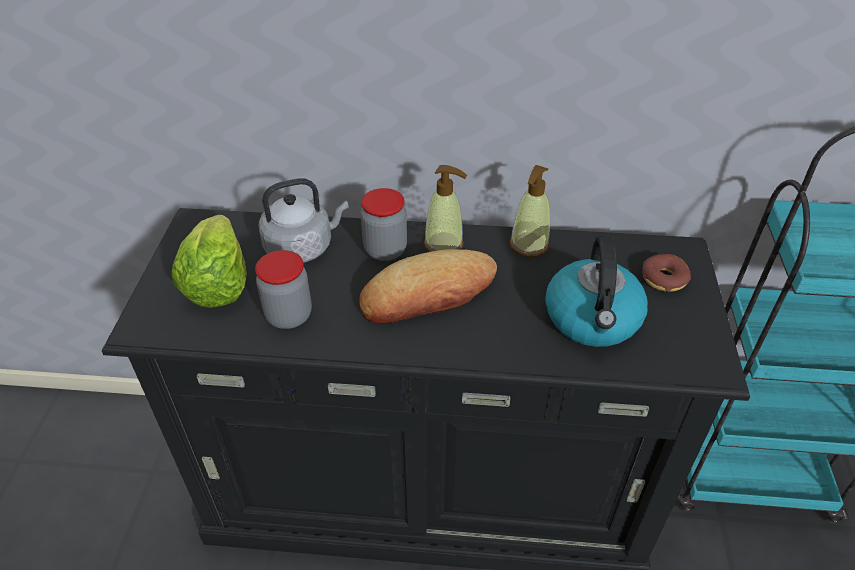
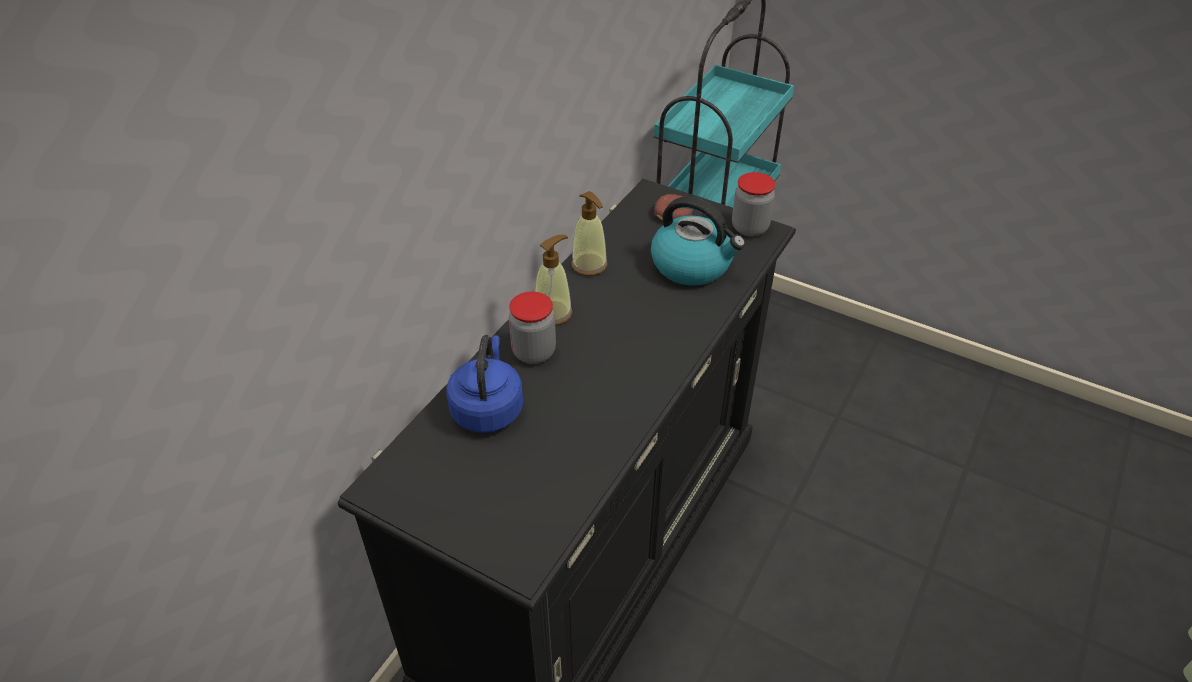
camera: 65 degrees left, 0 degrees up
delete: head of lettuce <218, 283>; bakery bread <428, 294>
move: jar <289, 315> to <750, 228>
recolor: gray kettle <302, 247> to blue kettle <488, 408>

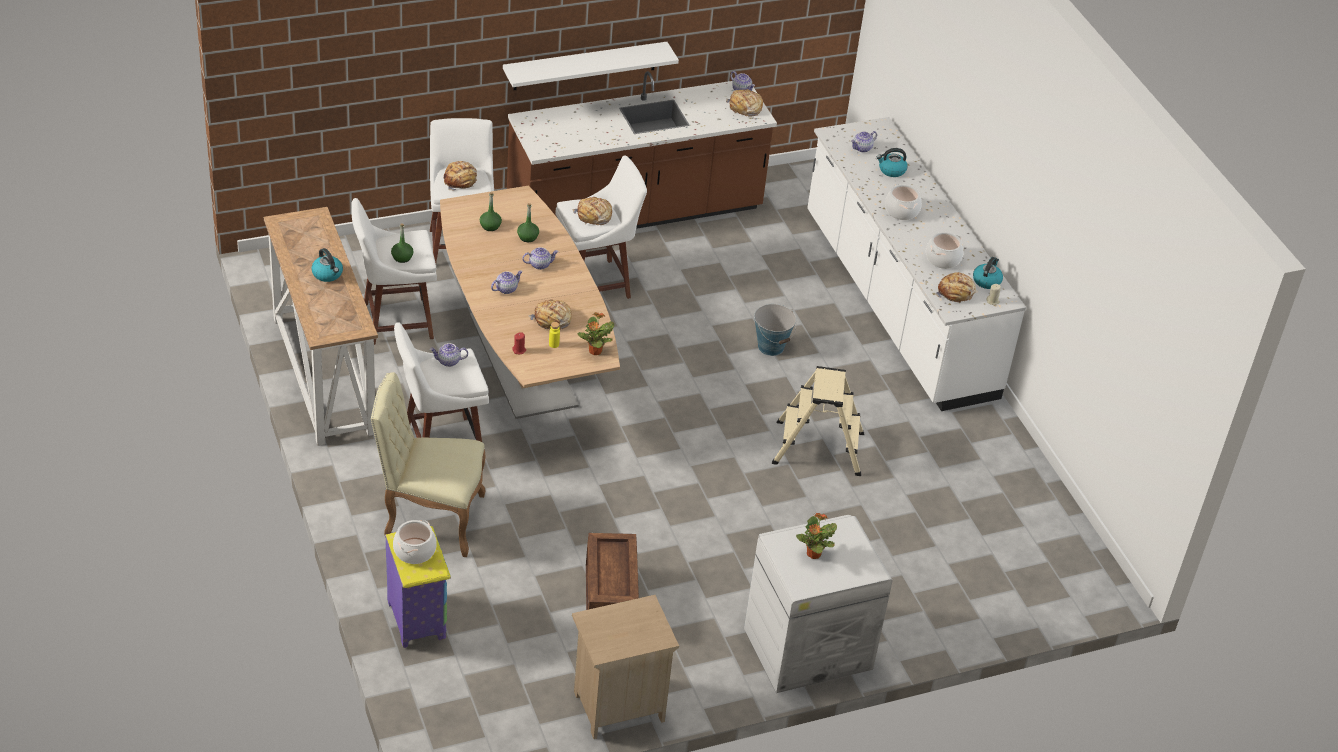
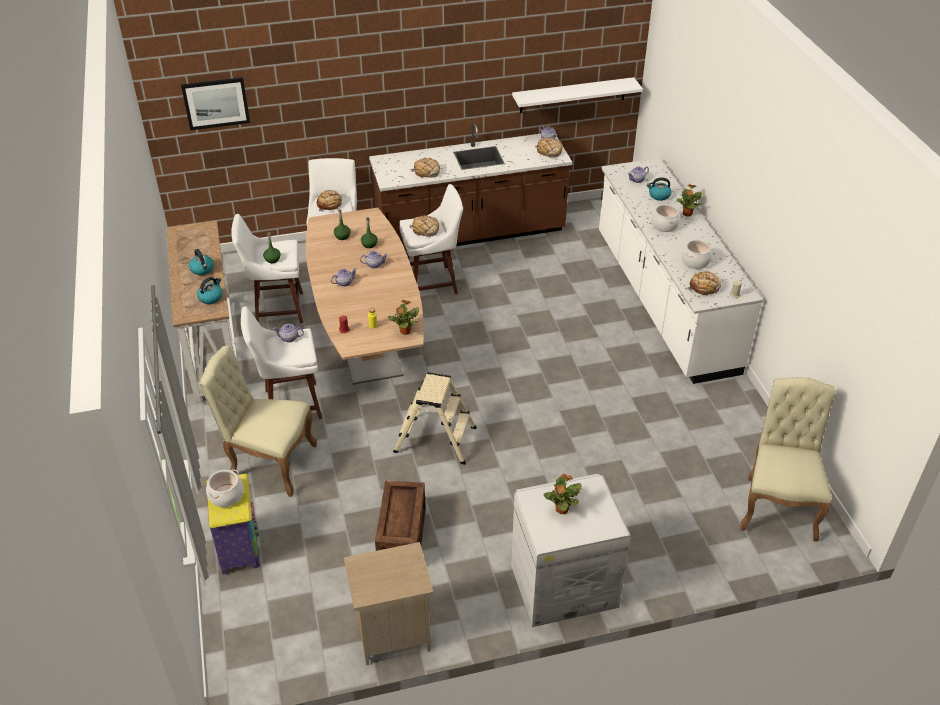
camera: 10 degrees right, 0 degrees up
delete: water bucket <771, 347>
insert: wall picture <216, 103>; houseplant <687, 214>; beige-coloured plain chair <777, 506>
move: whitish shelf <585, 66> to <572, 95>; bakery bread <552, 320> to <426, 172>; beige-coloured step ladder <818, 448> to <435, 439>; kettle <986, 281> to <211, 297>

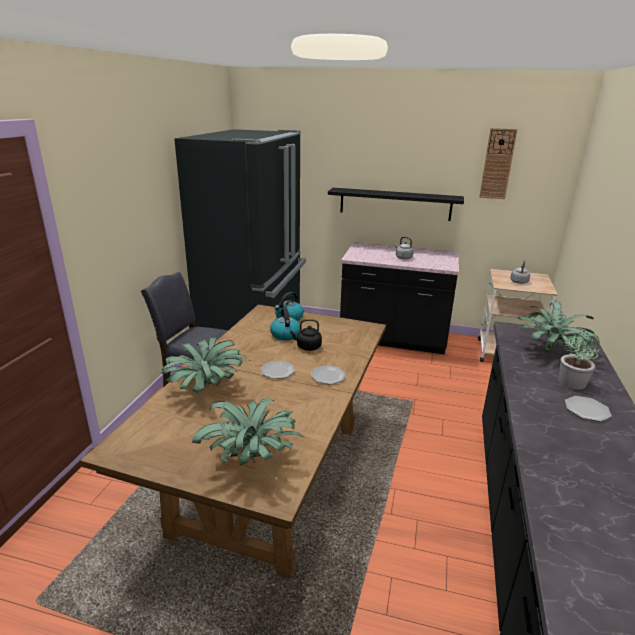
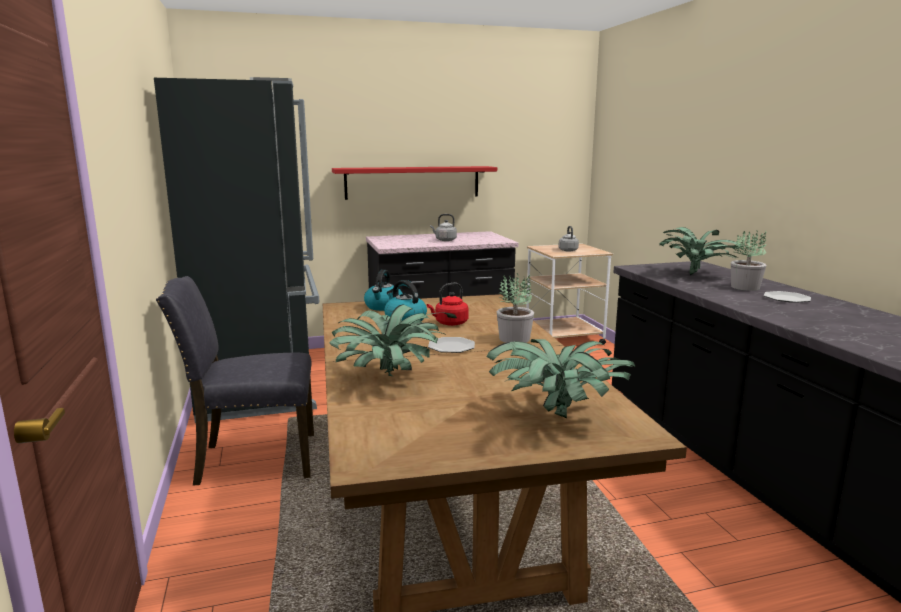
camera: 30 degrees left, 10 degrees down
delete: clock on the wall <497, 164>
replace: dinner plate <328, 376> to houseplant <514, 338>
recolor: black kettle <307, 347> to red-coloured kettle <449, 323>; black shelf <395, 204> to red-coloured shelf <412, 182>

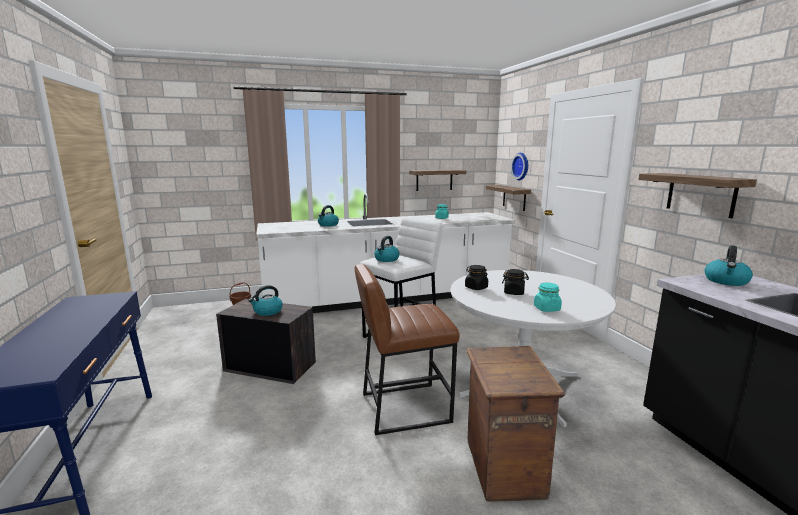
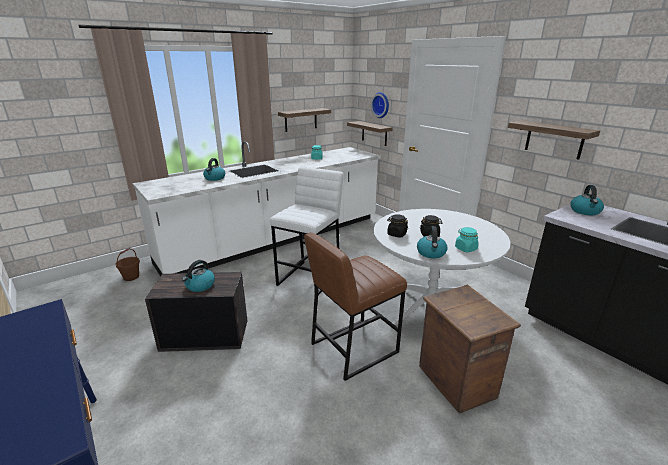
camera: 20 degrees left, 10 degrees up
move: kettle <386, 259> to <431, 253>

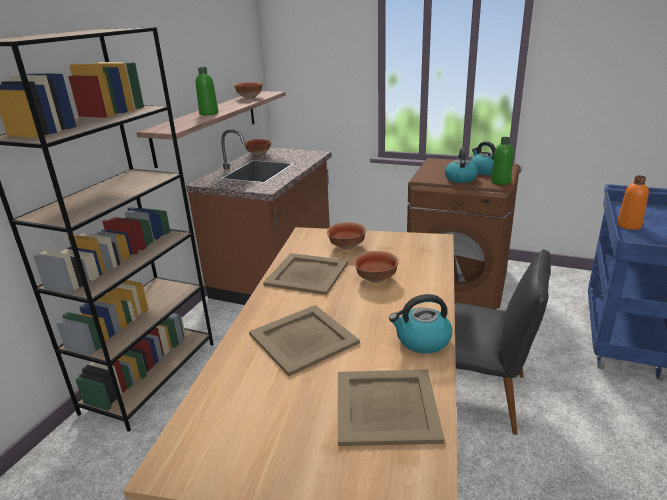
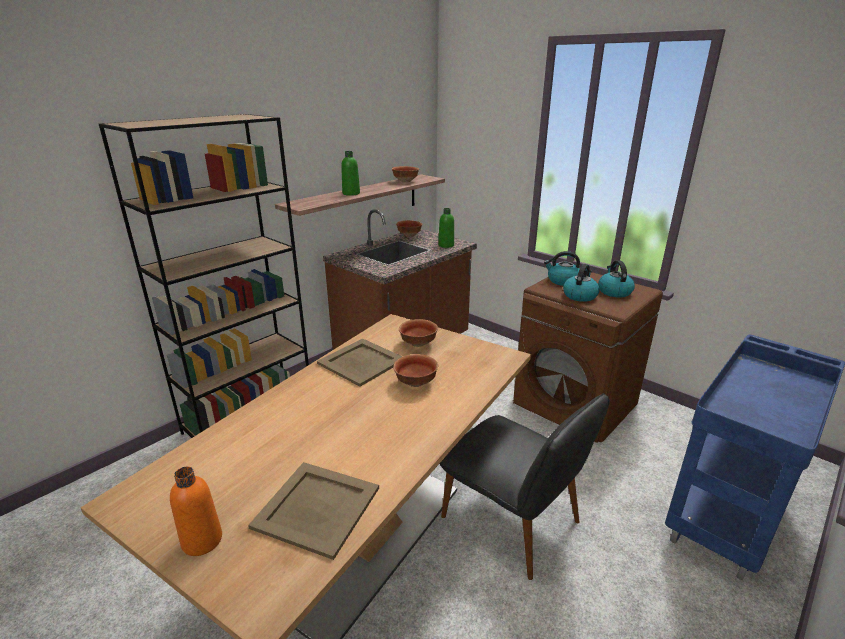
camera: 20 degrees right, 0 degrees up
delete: beige-coloured tray <303, 339>
move: kettle <422, 340> to <562, 281>; greenish beverage bottle <500, 182> to <446, 245>; orange-coloured beverage bottle <629, 225> to <202, 540>

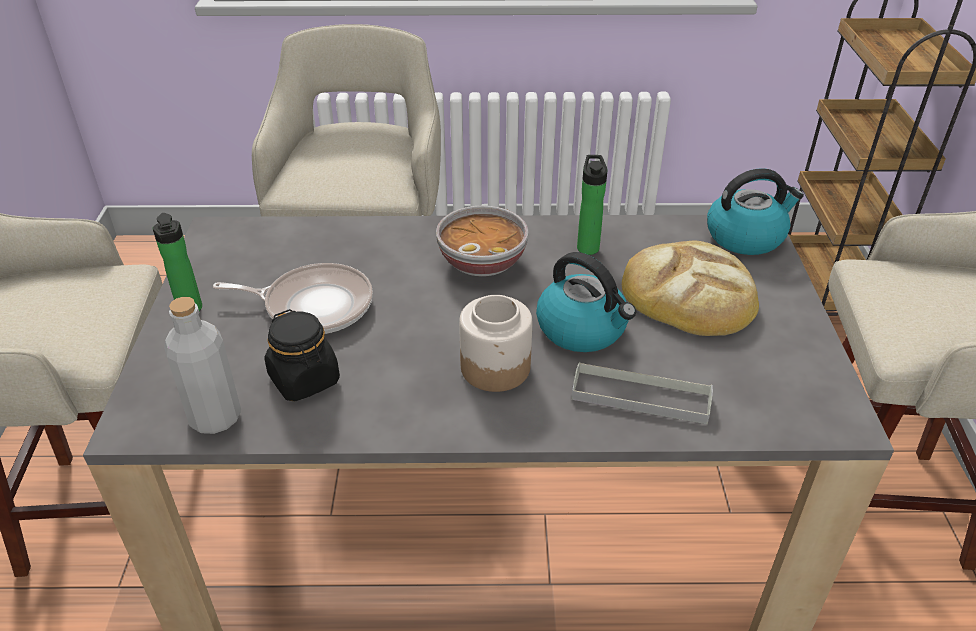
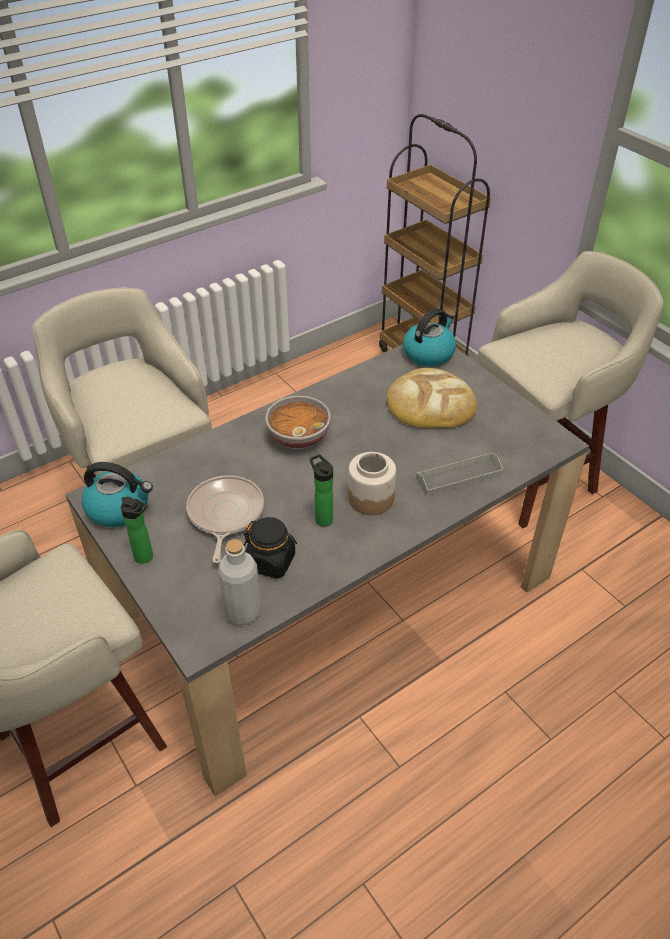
camera: 35 degrees left, 5 degrees up
move: kettle <583, 329> to <119, 508>; beverage bottle <587, 246> to <322, 518>
rotate: skillet <314, 306> = <225, 514> 60 degrees counterclockwise

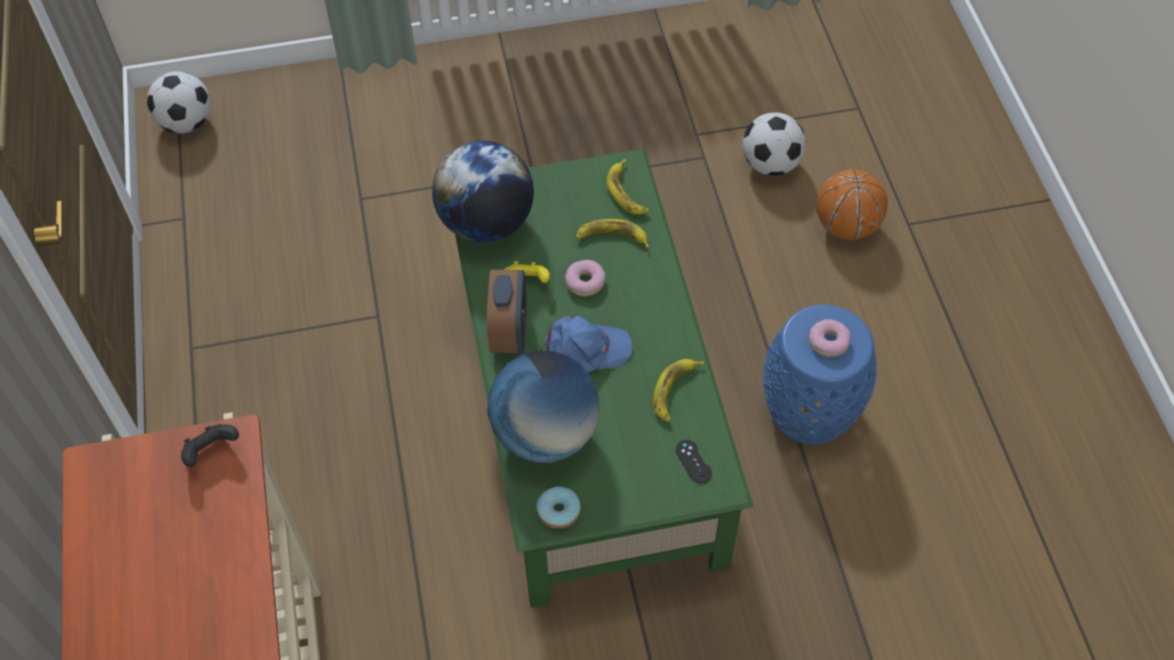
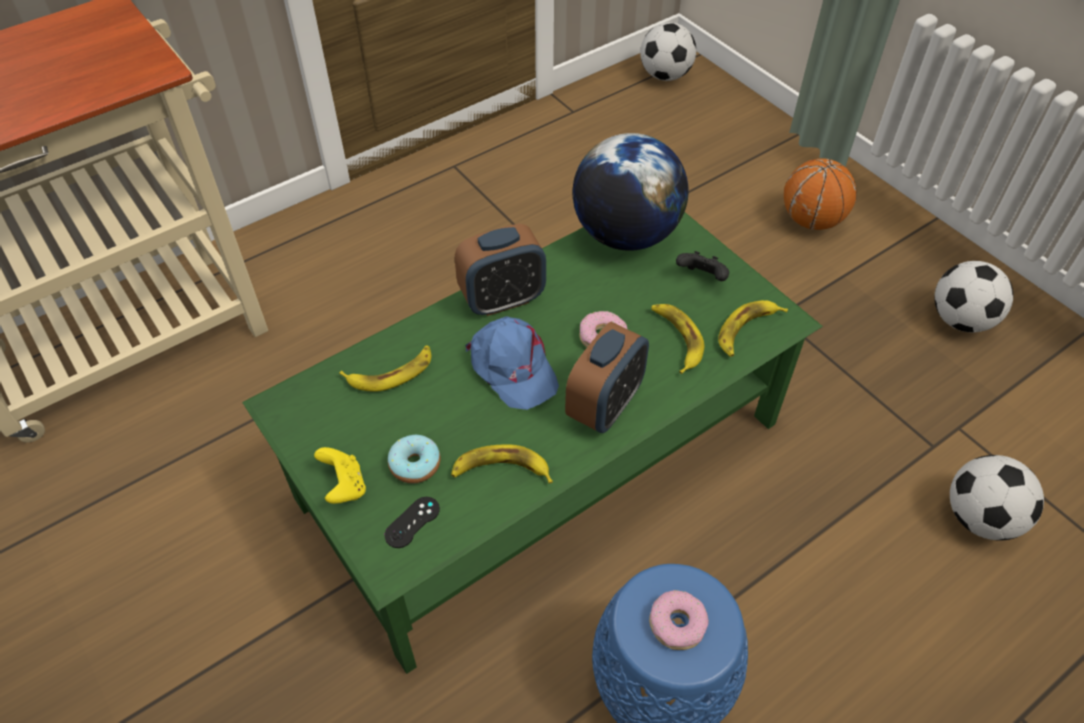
camera: 65 degrees right, 5 degrees down
insert: table clock <605, 405>; ball for football <960, 320>
move: black gamepad <212, 452> to <702, 278>; yellowish gamepad <527, 281> to <344, 486>; donut <558, 511> to <415, 464>; basketball <846, 226> to <811, 220>
replace: world globe <545, 434> to banana fruit <391, 372>

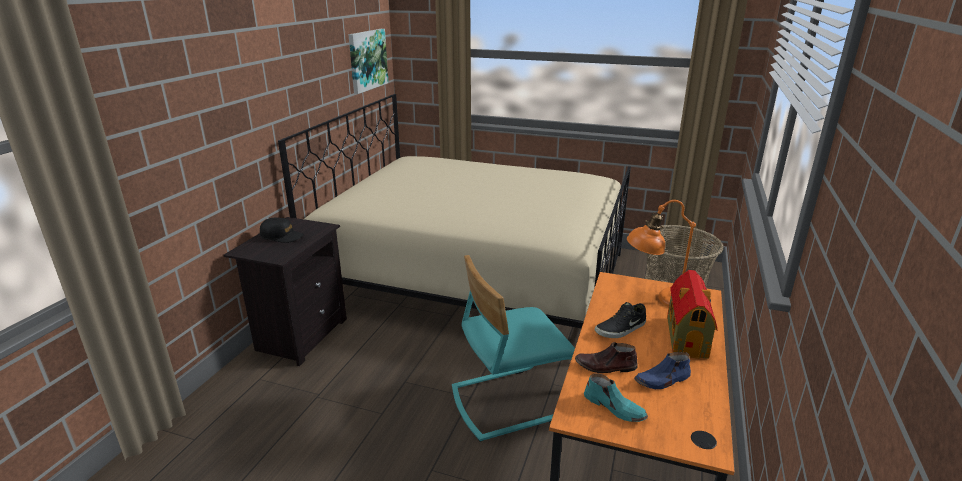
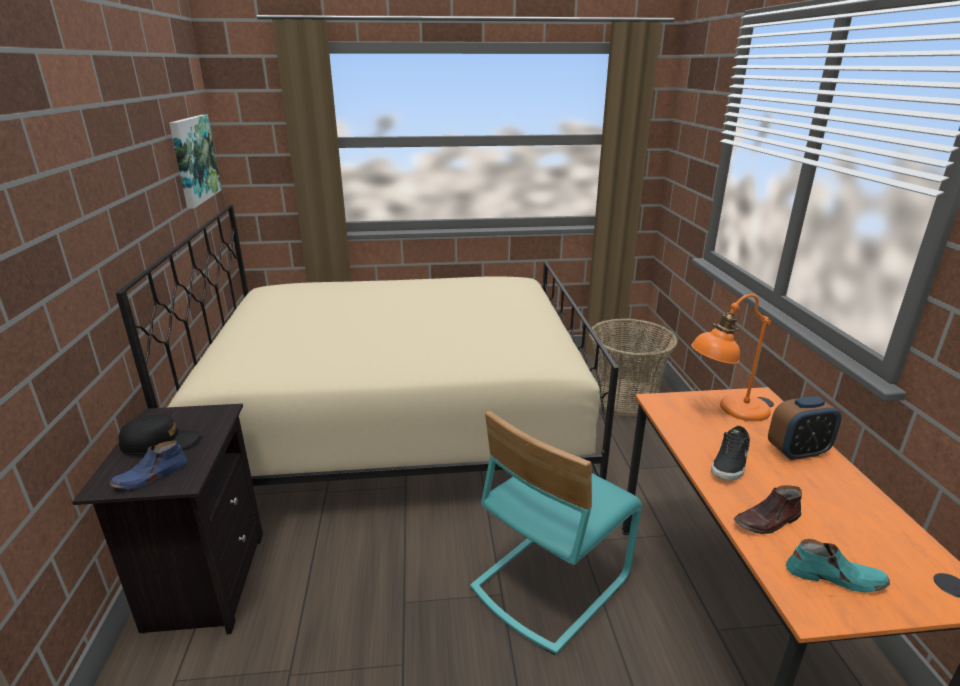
camera: 25 degrees left, 0 degrees up
move: blue item of footwear <662, 380> to <151, 476>
replace: model house <686, 336> to table clock <797, 452>

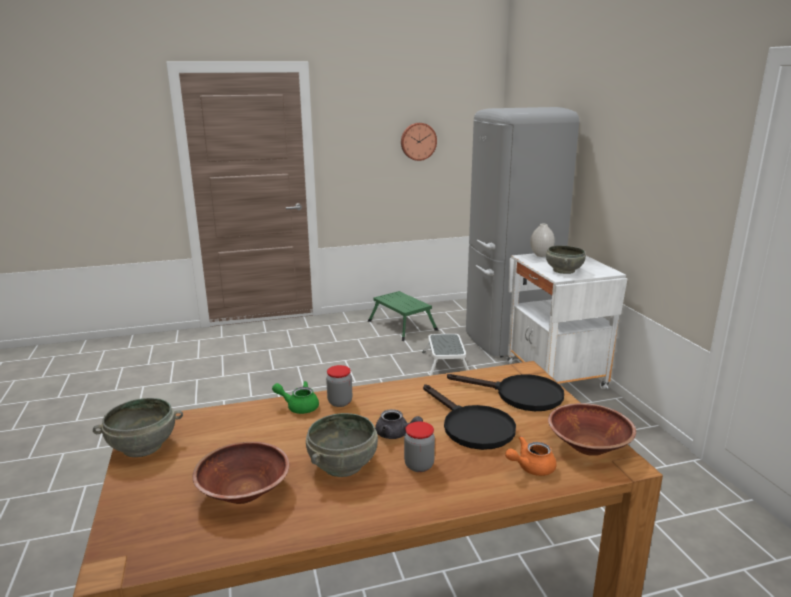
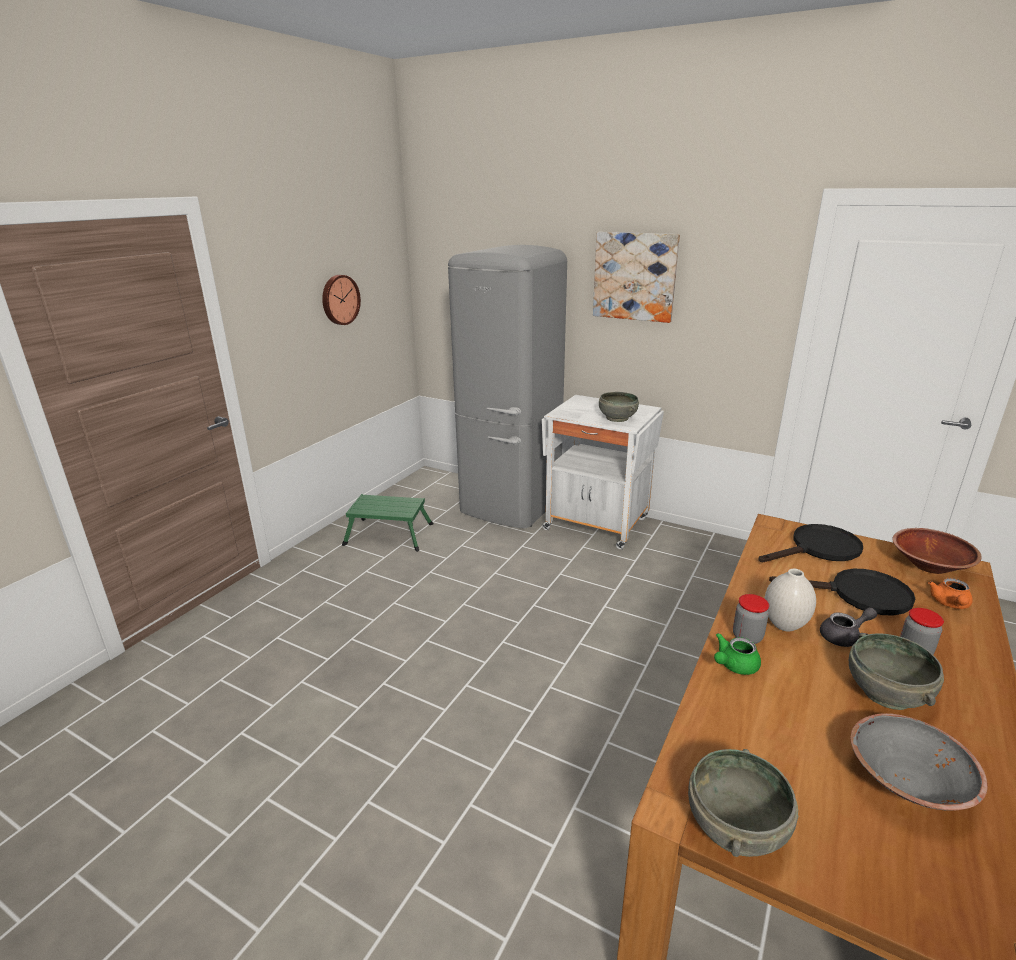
camera: 45 degrees left, 5 degrees up
delete: gray step ladder <445, 364>
insert: wall picture <635, 276>
move: whitish flower vase <540, 255> to <783, 625>
recolor: brown deep dish <243, 491> to gray deep dish <907, 783>

